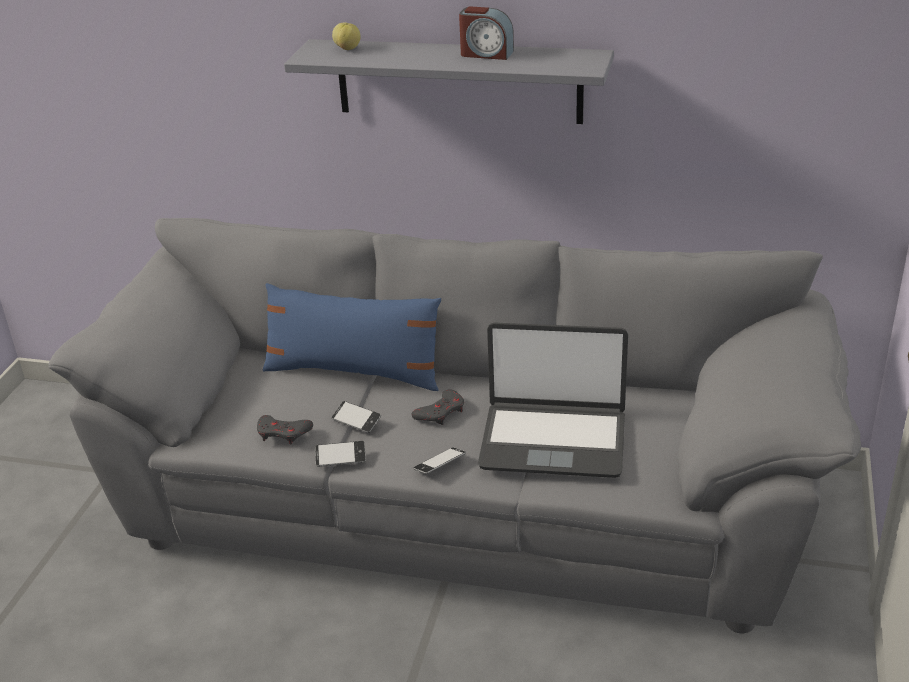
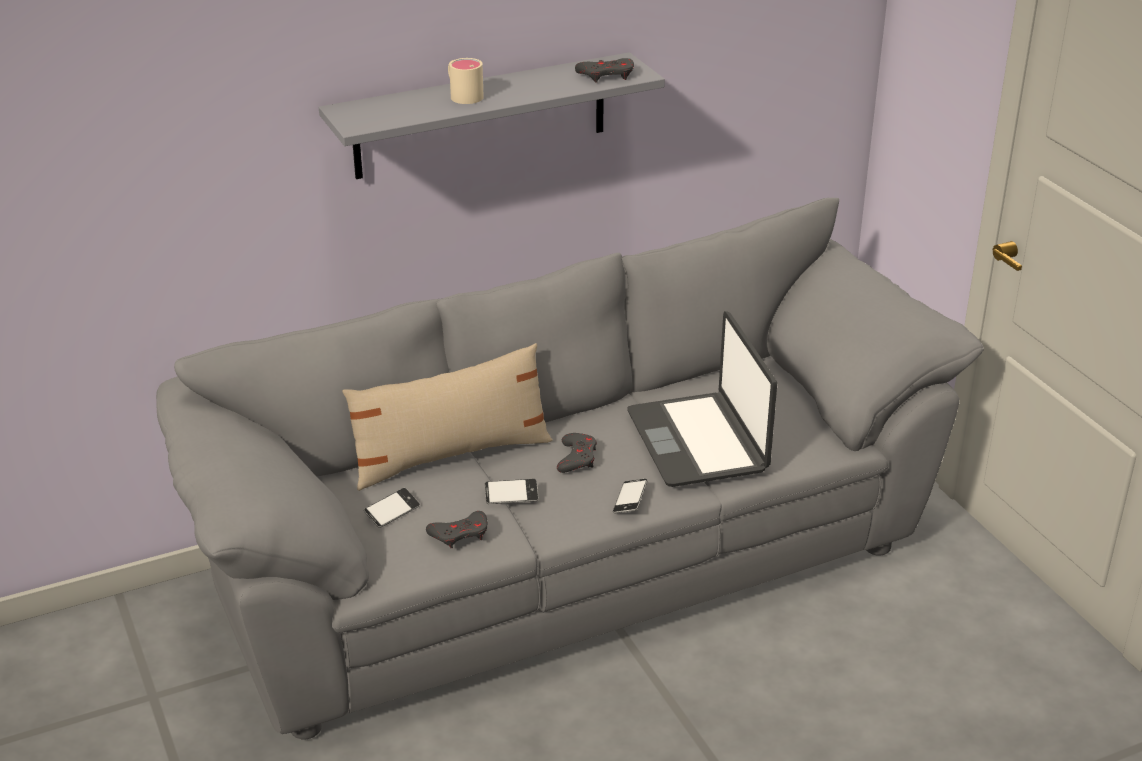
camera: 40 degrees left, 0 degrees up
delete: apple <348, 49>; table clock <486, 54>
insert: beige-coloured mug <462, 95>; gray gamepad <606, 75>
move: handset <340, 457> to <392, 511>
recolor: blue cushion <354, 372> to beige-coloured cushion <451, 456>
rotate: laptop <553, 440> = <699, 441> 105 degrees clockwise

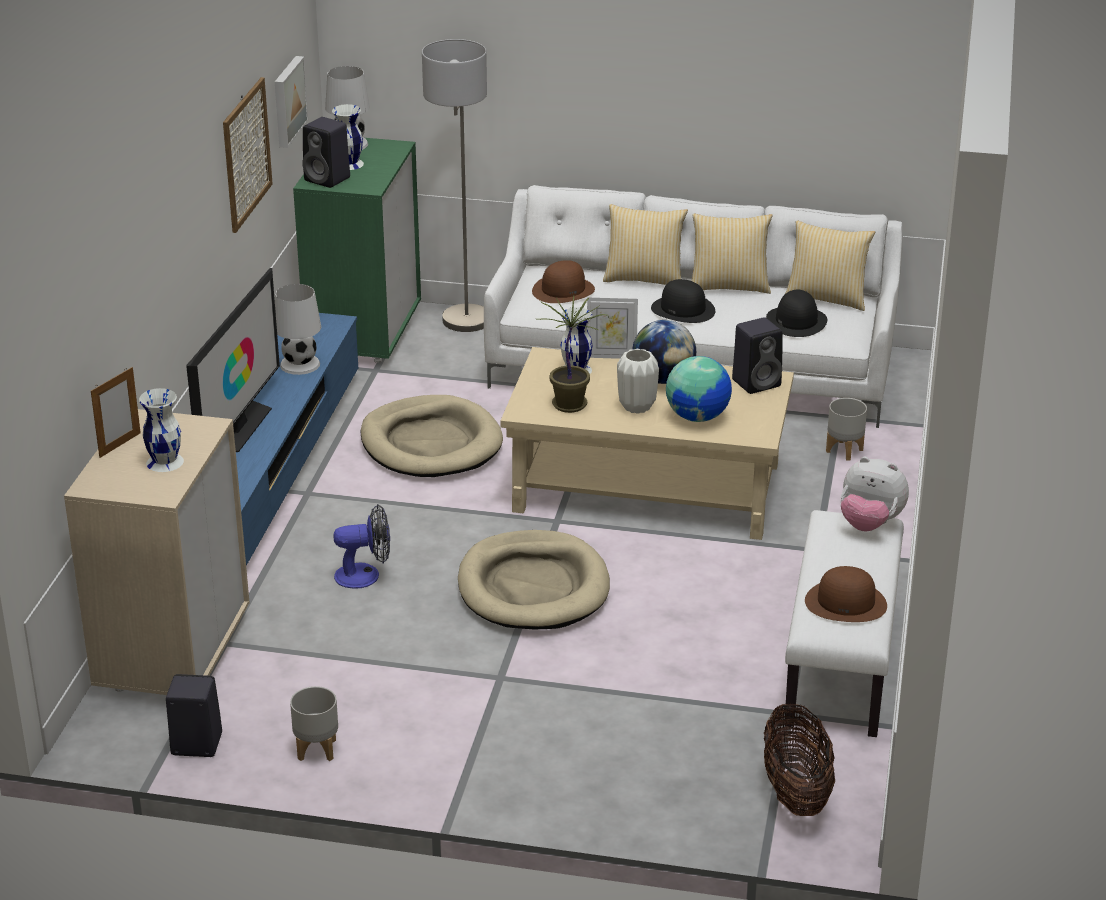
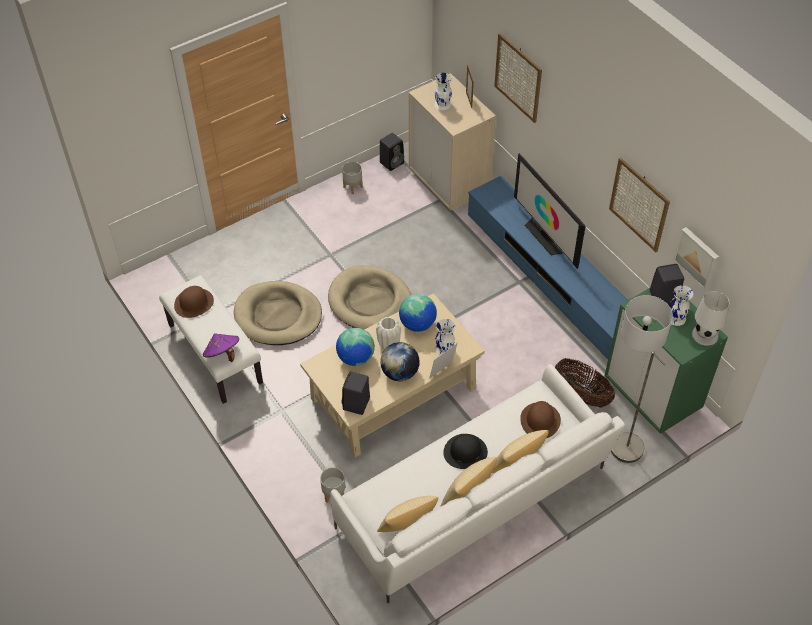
camera: 135 degrees right, 20 degrees up
delete: whitish tabletop lamp <300, 364>; electric fan <365, 575>; black hat <796, 321>
insert: wall picture <518, 76>
move: beige-coloured pet bed <431, 443> to <278, 316>; storage basket <796, 792> to <581, 394>
replace: houseplant <570, 404> to world globe <418, 324>; cuddly toy <869, 524> to purple hat <222, 354>

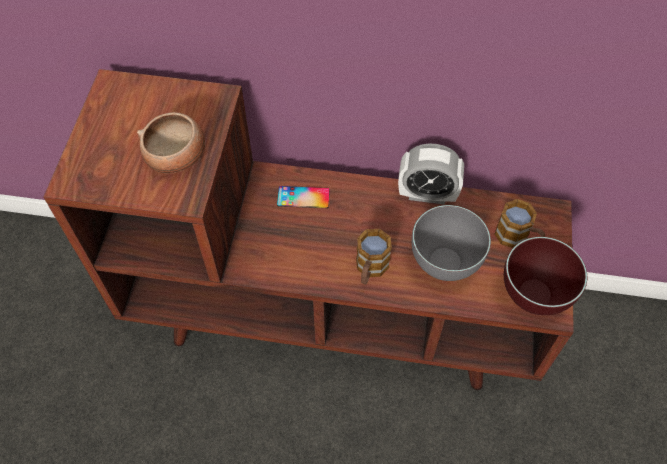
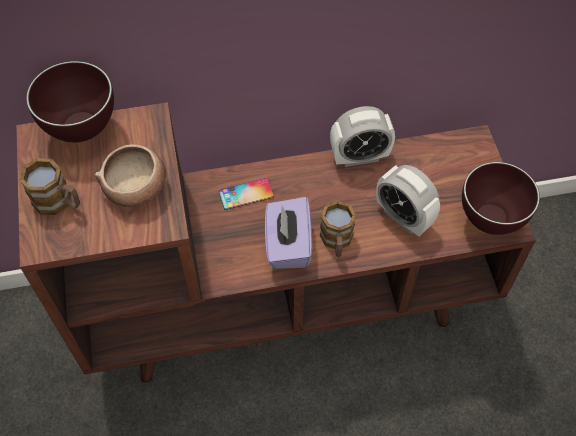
camera: 20 degrees left, 0 degrees up
insert: brown deep dish <82, 129>; purple tissue holder <288, 245>
move: mug <517, 238> to <59, 202>
replace: gray deep dish <445, 266> to table clock <403, 217>

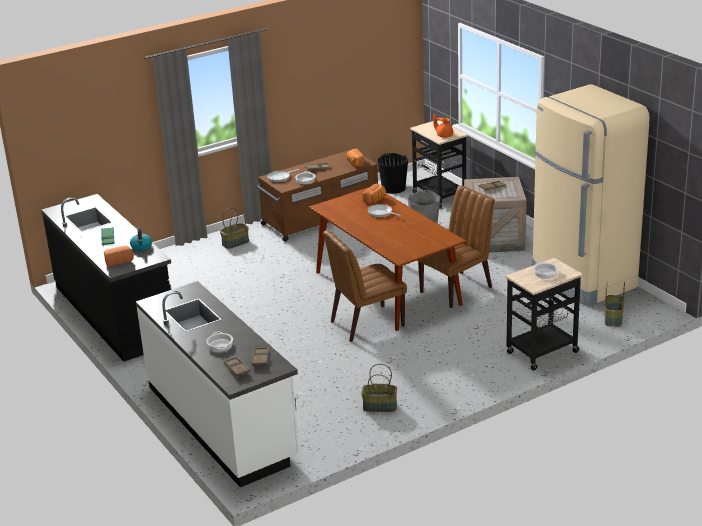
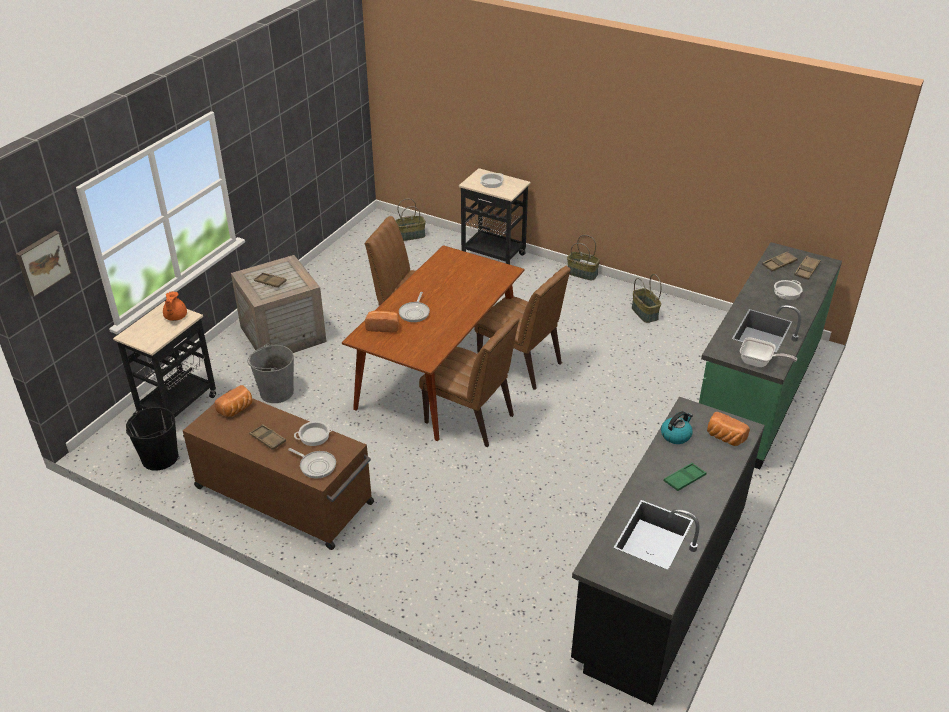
camera: 120 degrees left, 10 degrees up
delete: beige-coloured fridge <582, 280>
insert: wall picture <42, 262>; brown plain chair <468, 419>; skillet <759, 362>
move: storage basket <235, 243> to <582, 273>
recolor: whitish kitchen base unit <222, 422> to greenish kitchen base unit <756, 392>

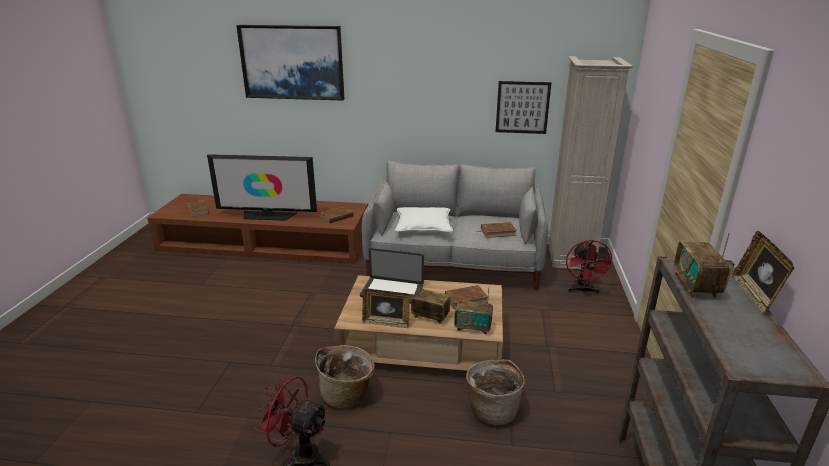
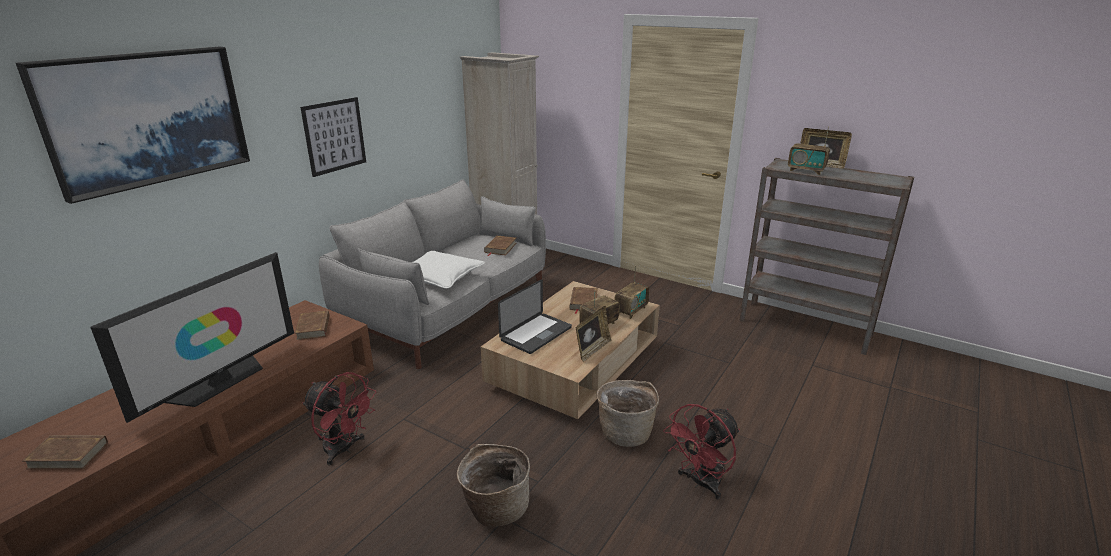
camera: 65 degrees left, 0 degrees up
move: storage basket <492, 409> to <495, 508>; wall picture <522, 107> to <334, 136>; red-coloured electric fan <582, 290> to <344, 449>

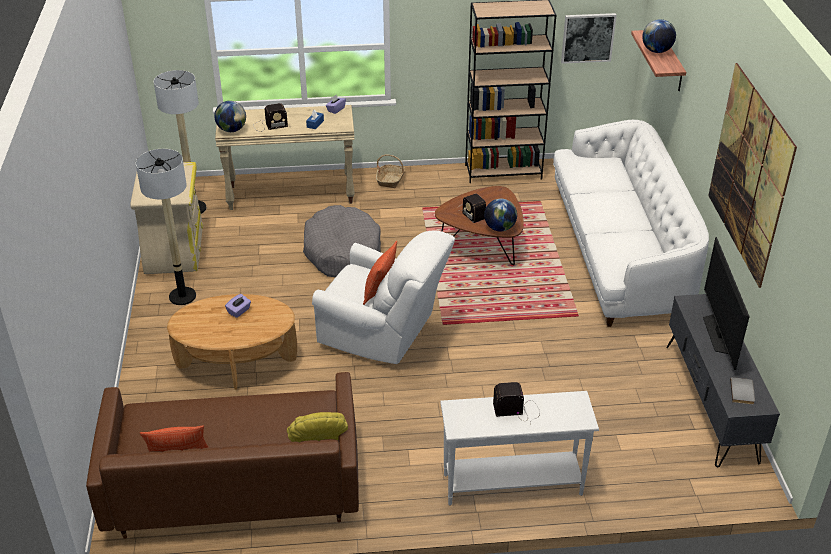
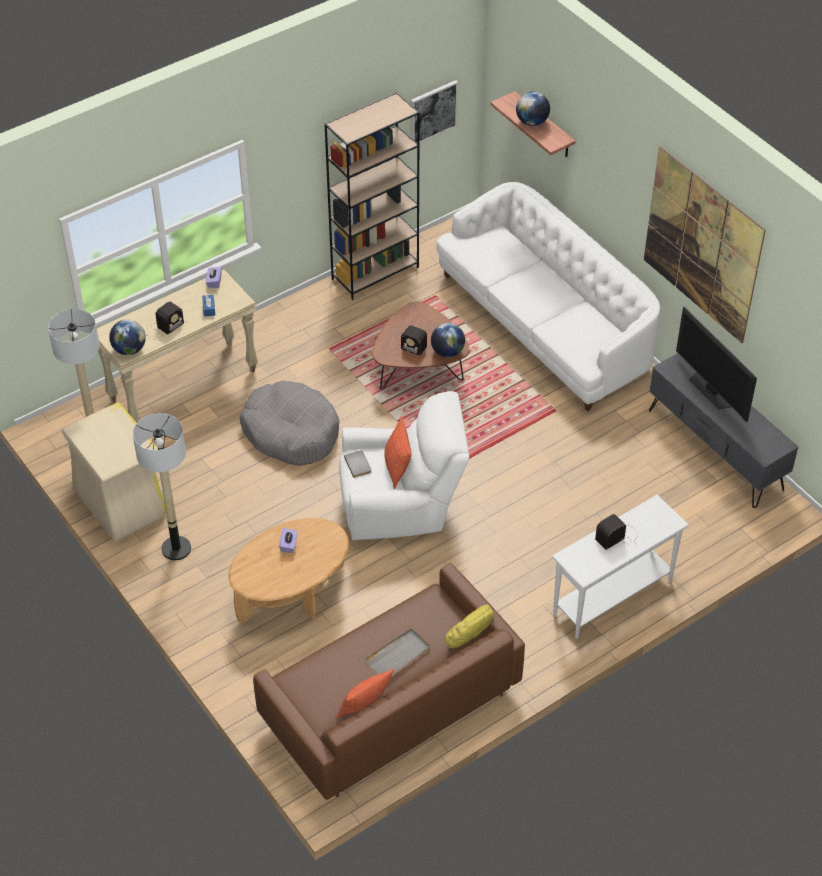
camera: 30 degrees left, 10 degrees up
delete: storage basket <390, 180>
insert: gray tray <398, 655>
move: gray volume <743, 392> to <358, 464>

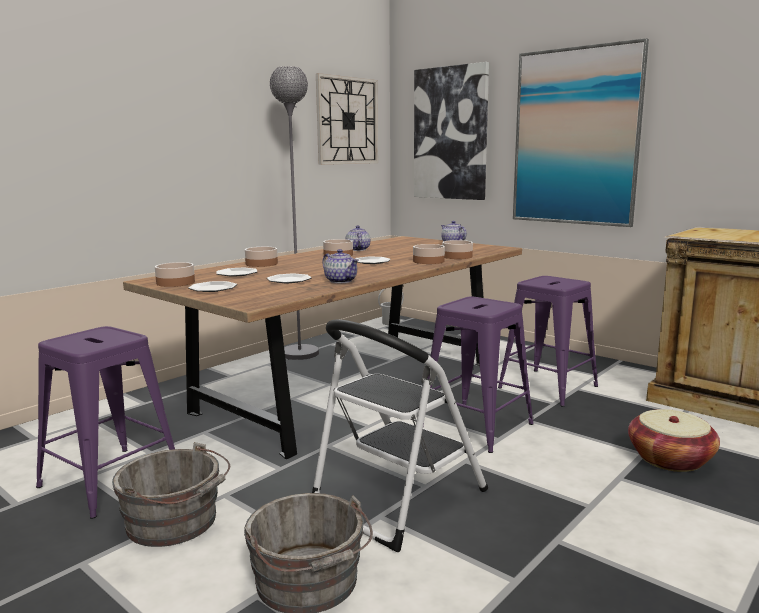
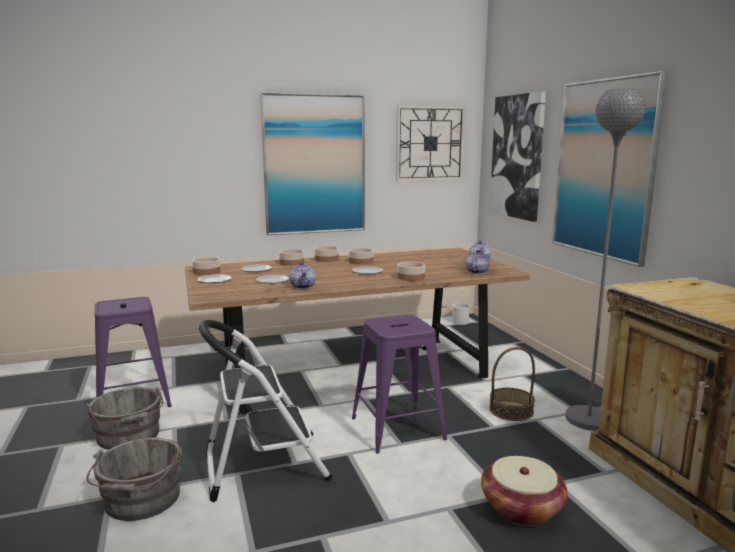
camera: 30 degrees right, 0 degrees up
insert: wall picture <314, 164>
move: gray standard lamp <299, 353> to <588, 419>; pot for tea <357, 249> to <476, 272>; deep dish <457, 256> to <326, 259>
replace: purple sitting stool <547, 387> to storage basket <511, 410>

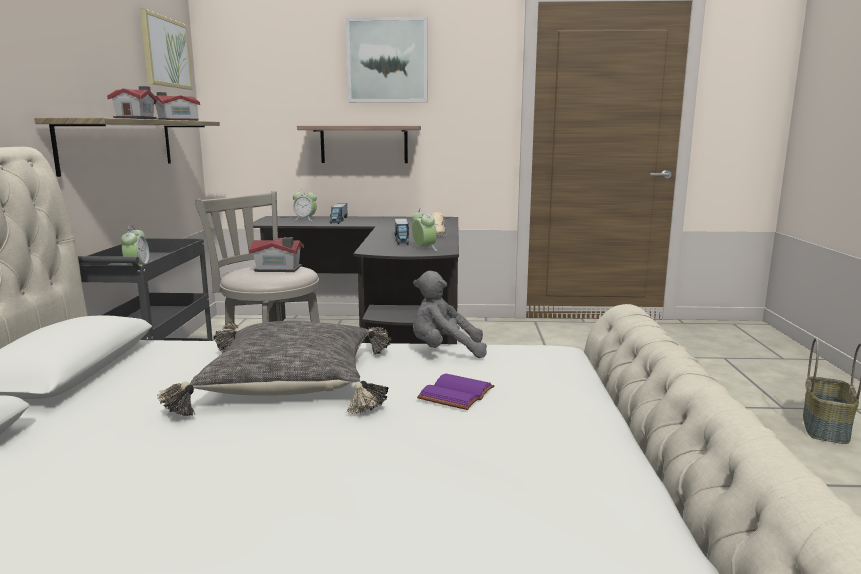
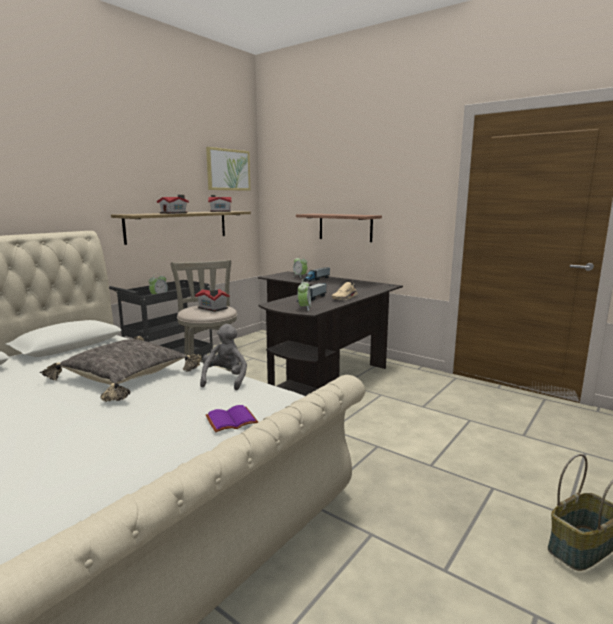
camera: 35 degrees right, 0 degrees up
delete: wall picture <387, 60>
move: purple volume <457, 395> to <231, 421>
rotate: gray cuddly toy <444, 351> = <225, 379> 60 degrees clockwise

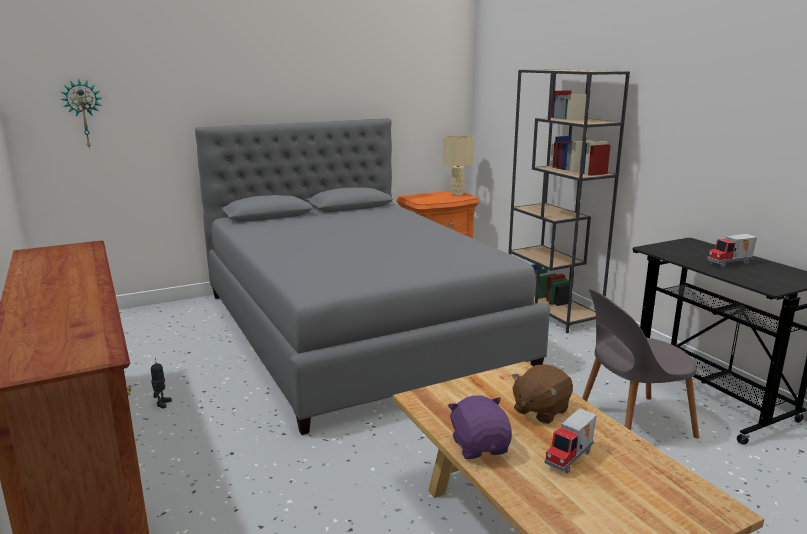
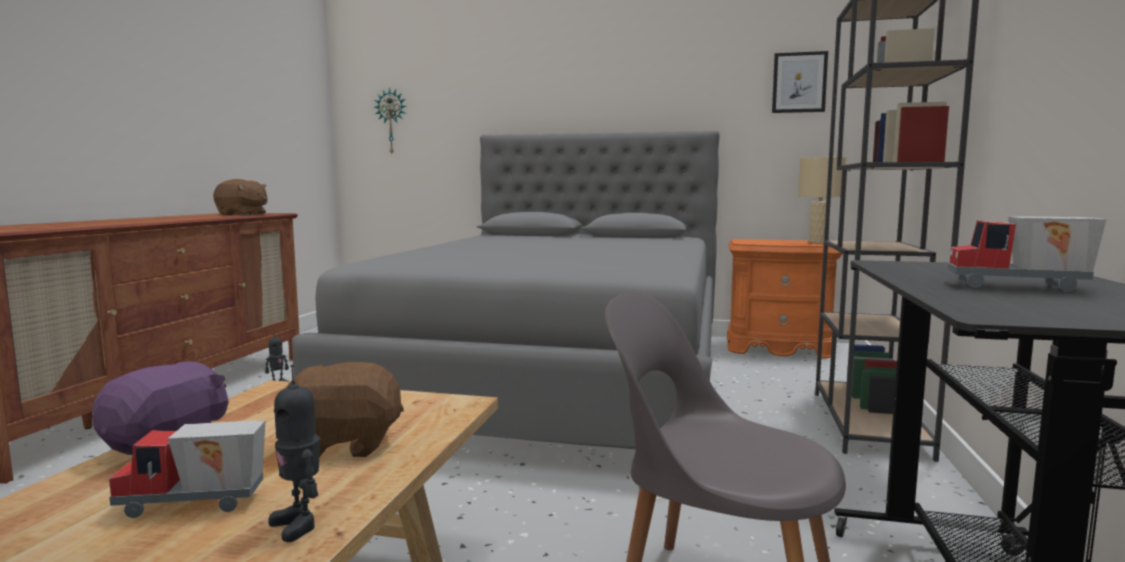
camera: 40 degrees right, 10 degrees down
insert: brown cuddly toy <242, 215>; robot figure <299, 525>; wall picture <799, 82>

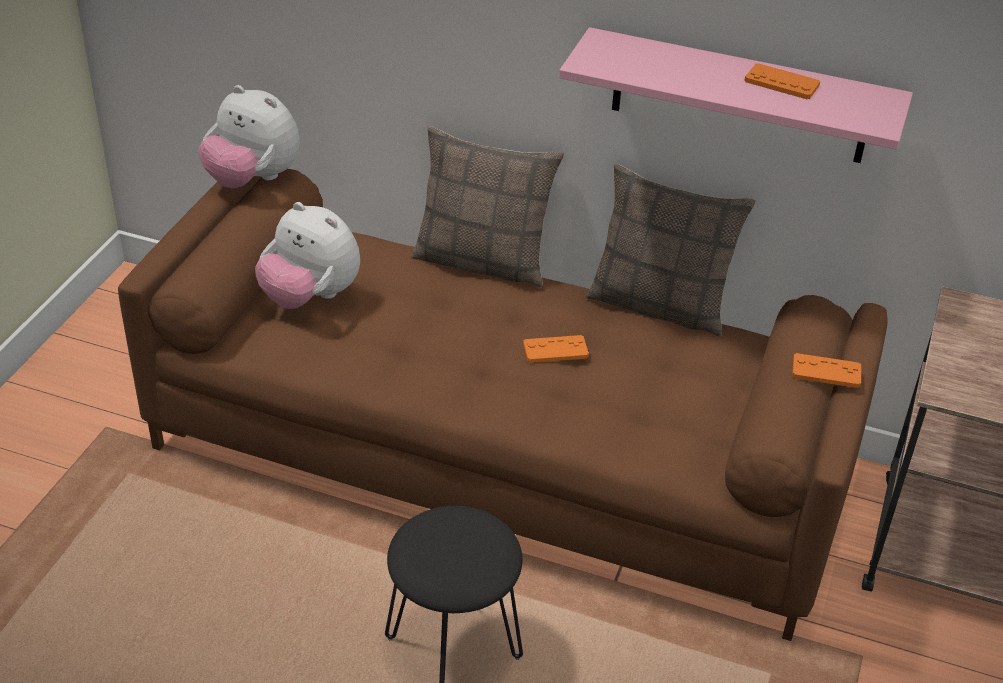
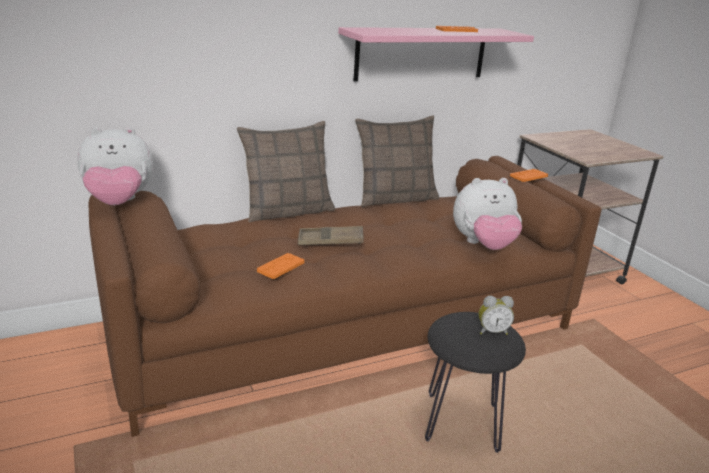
camera: 45 degrees left, 15 degrees down
insert: brown tray <330, 241>; table clock <492, 331>
move: cuddly toy <310, 297> to <483, 245>; orange-coloured gamepad <555, 350> to <281, 267>

